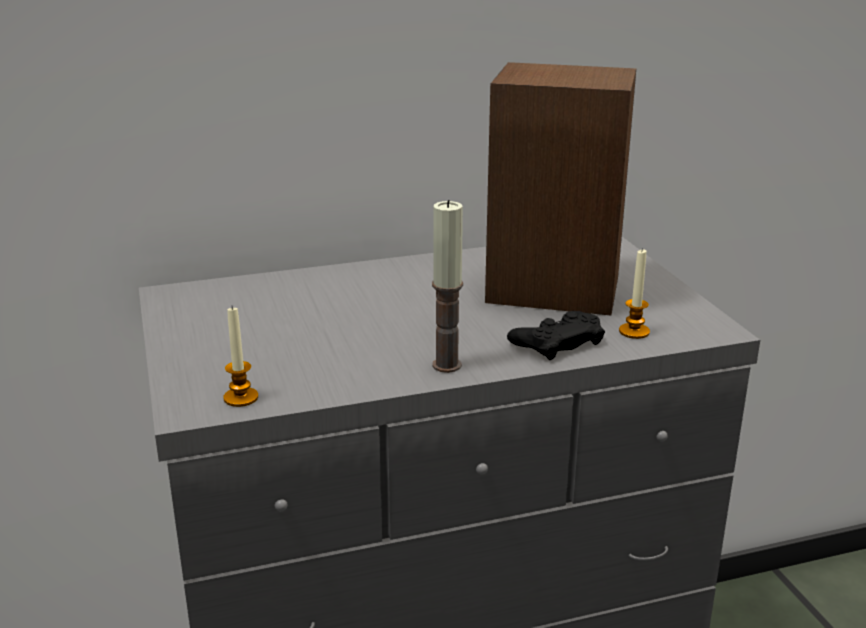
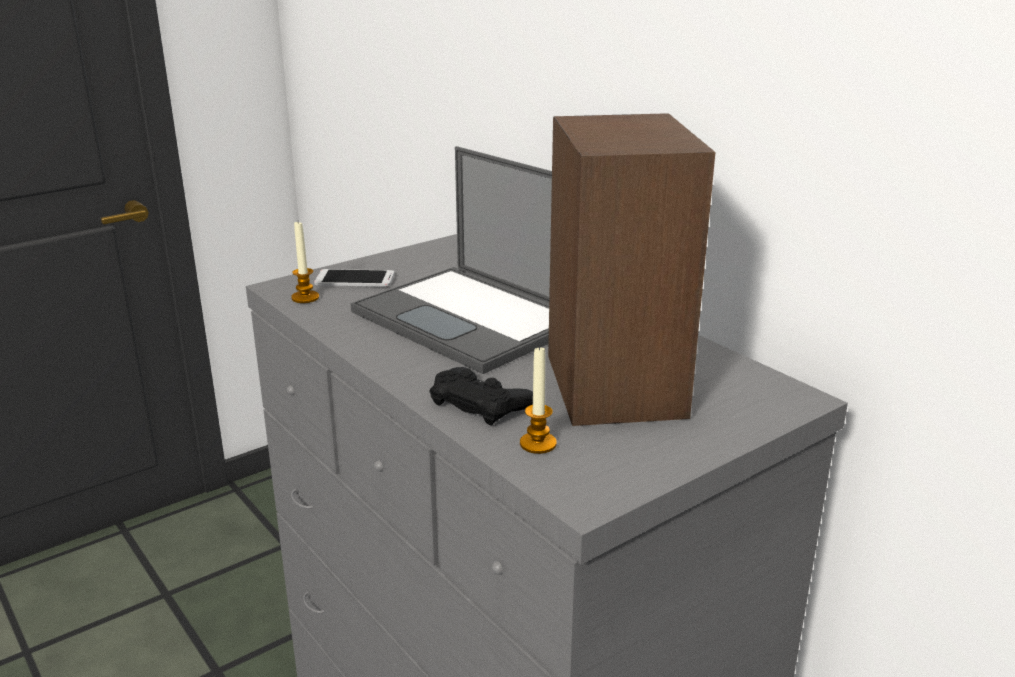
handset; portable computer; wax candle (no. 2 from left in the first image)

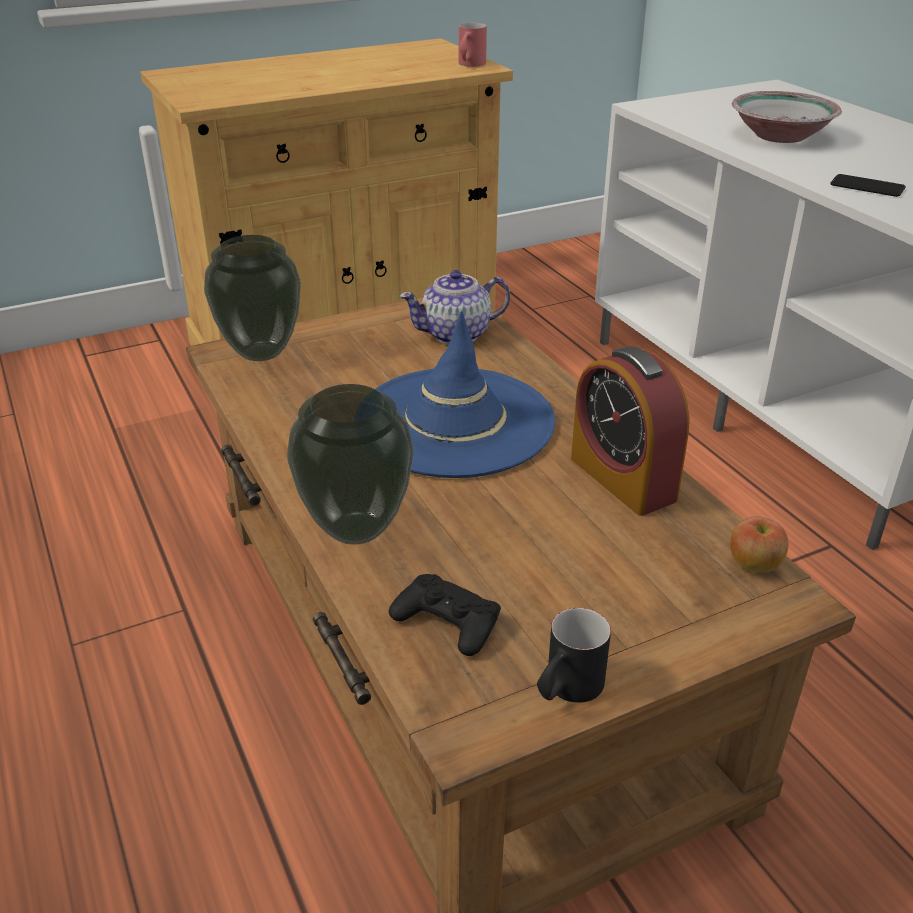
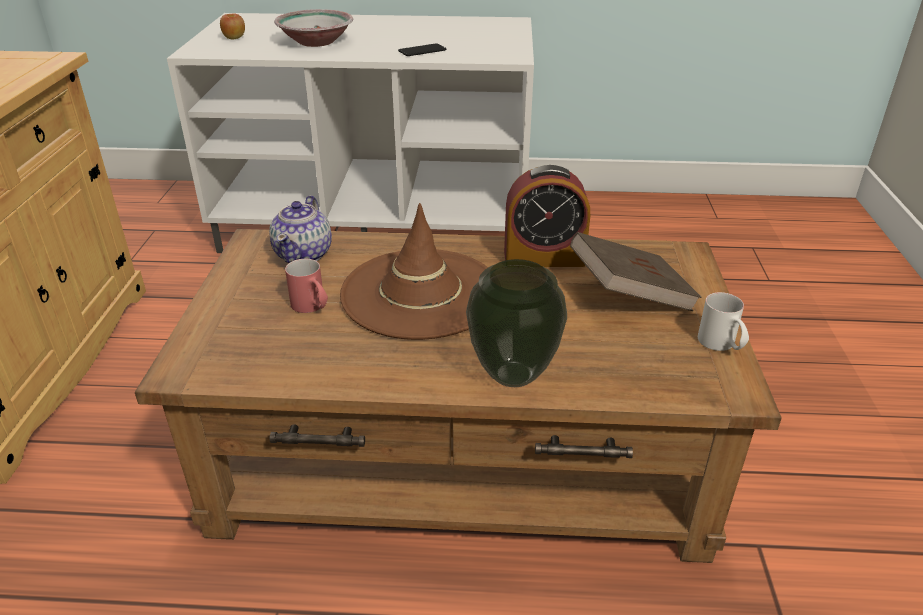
apple fruit; mug (red); hat (brownish); volume (brownish); mug (white-coloured); vase (no. 1 from left in the first image); gamepad (blackish)

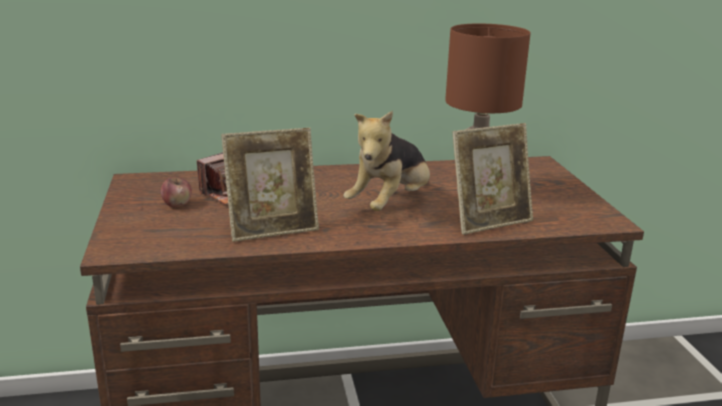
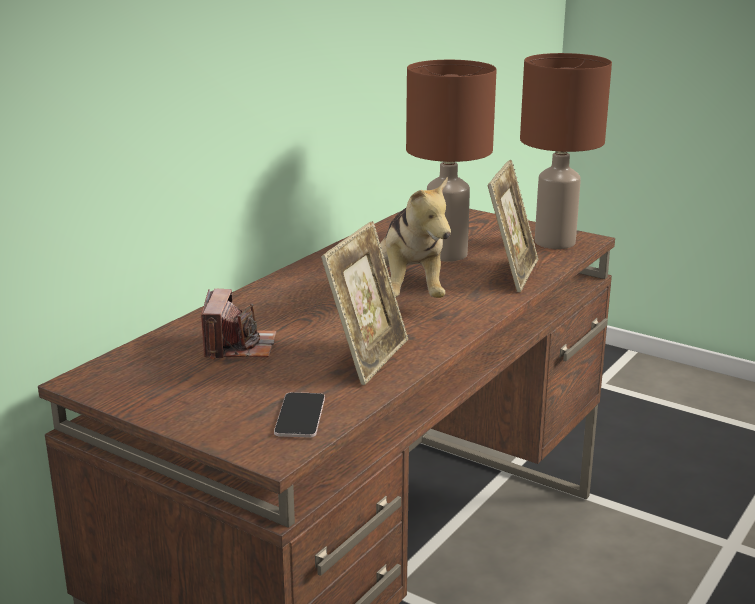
handset; tabletop lamp (brownish) (no. 2 from left); apple fruit

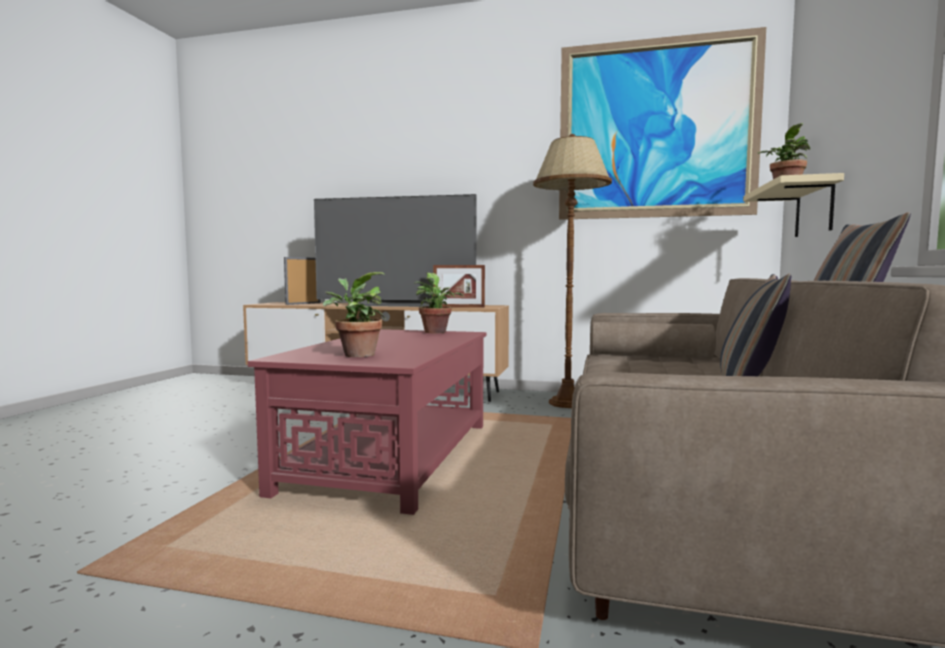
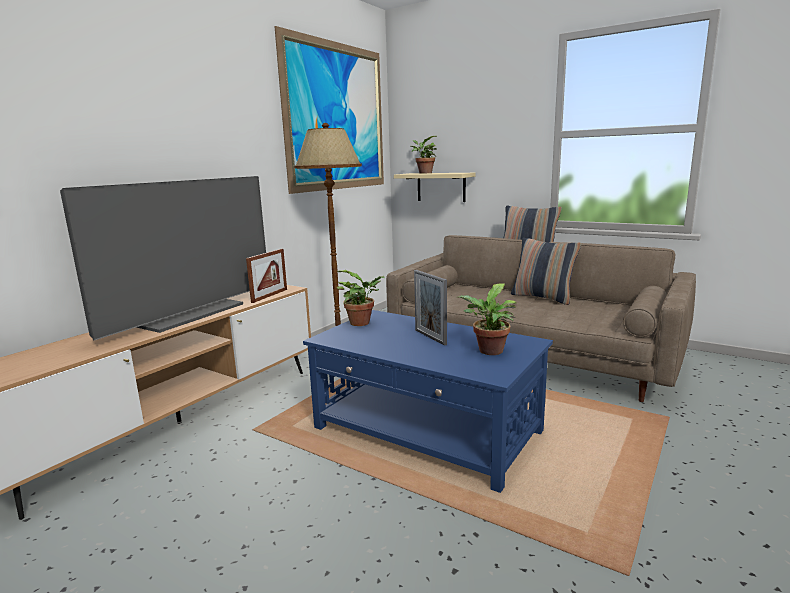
coffee table (blue); photo frame (no. 2 from left)

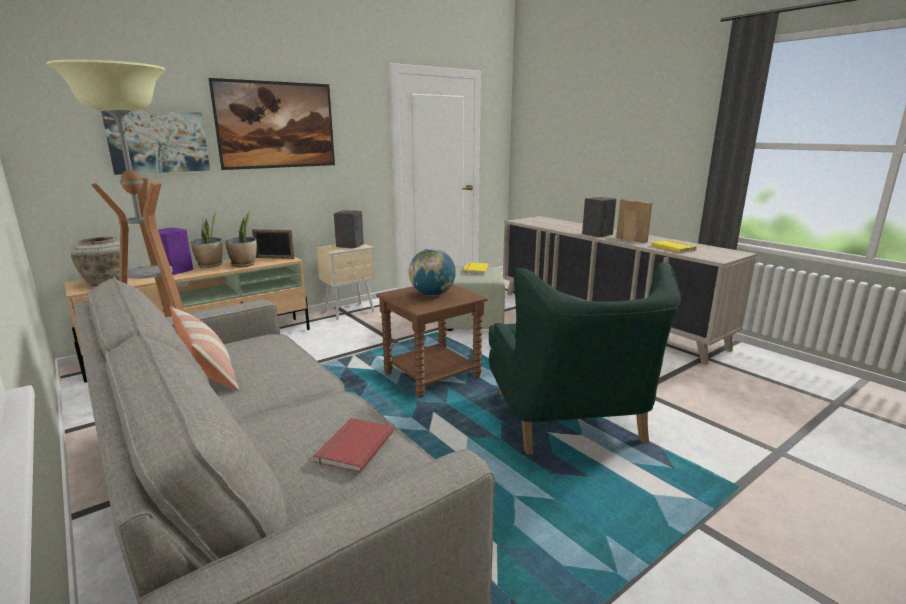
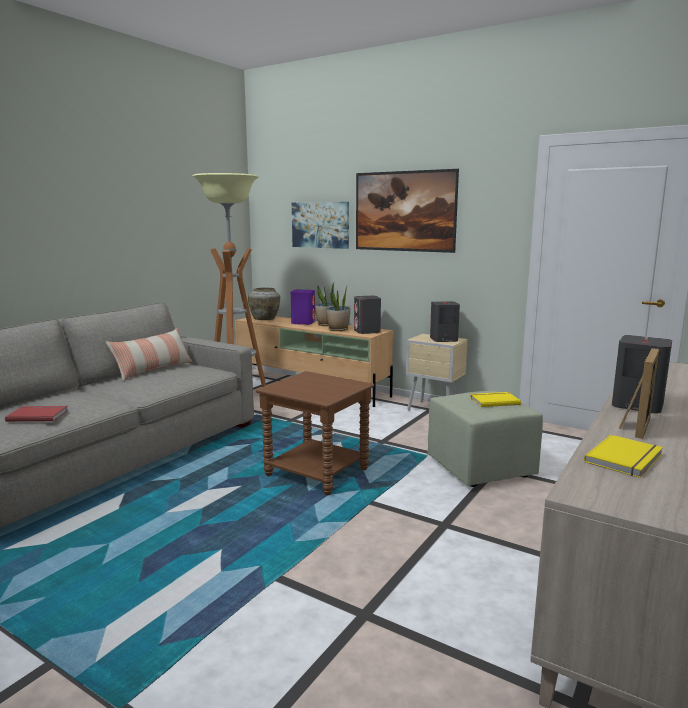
speaker (greyish) (no. 1 from left); desk globe; lounge chair (greenish)

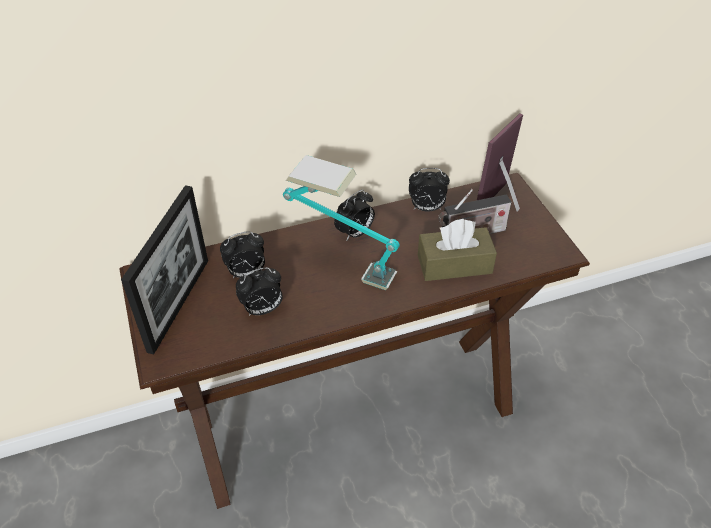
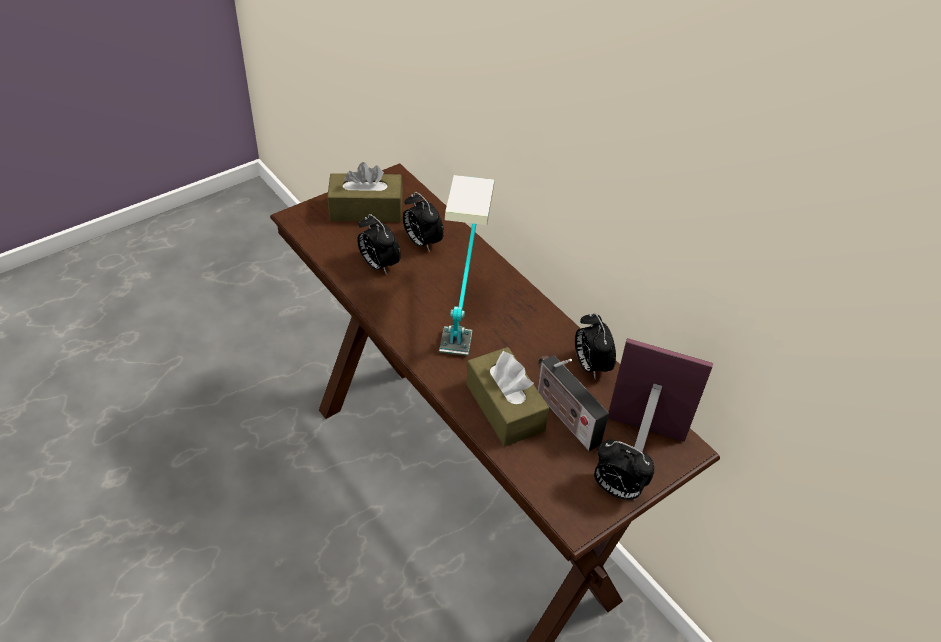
tissue holder (brownish) (no. 1 from left); table clock (no. 4 from left)

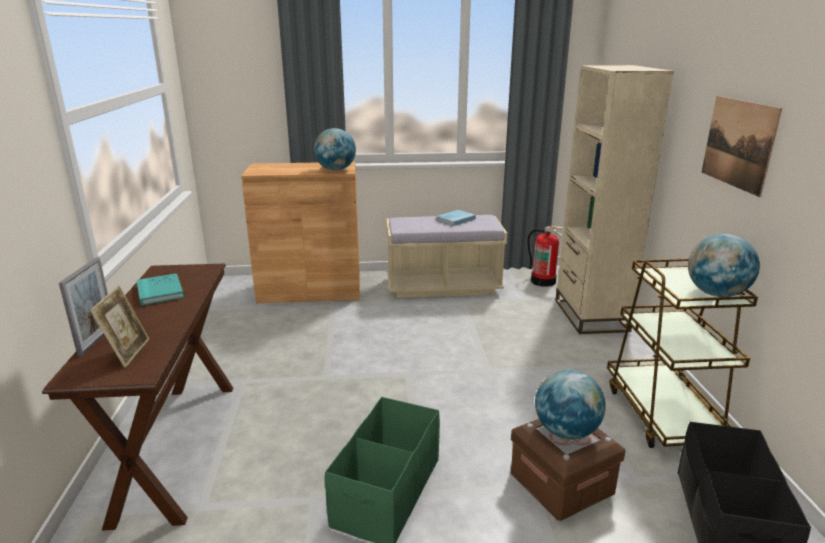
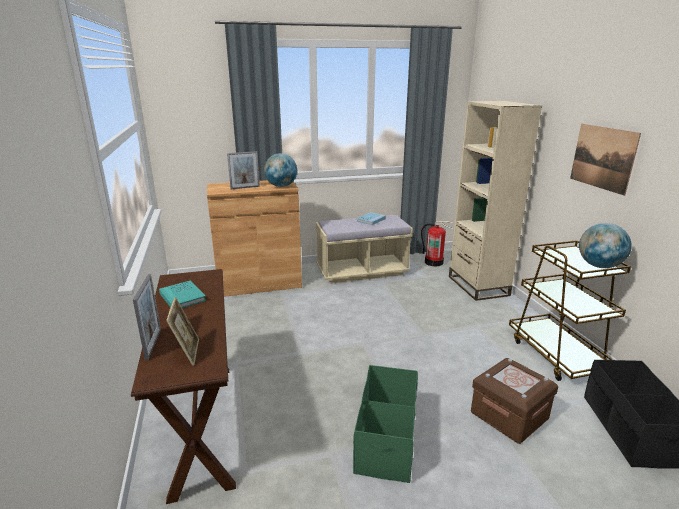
photo frame (no. 3 from left); desk globe (no. 2 from left in the first image)

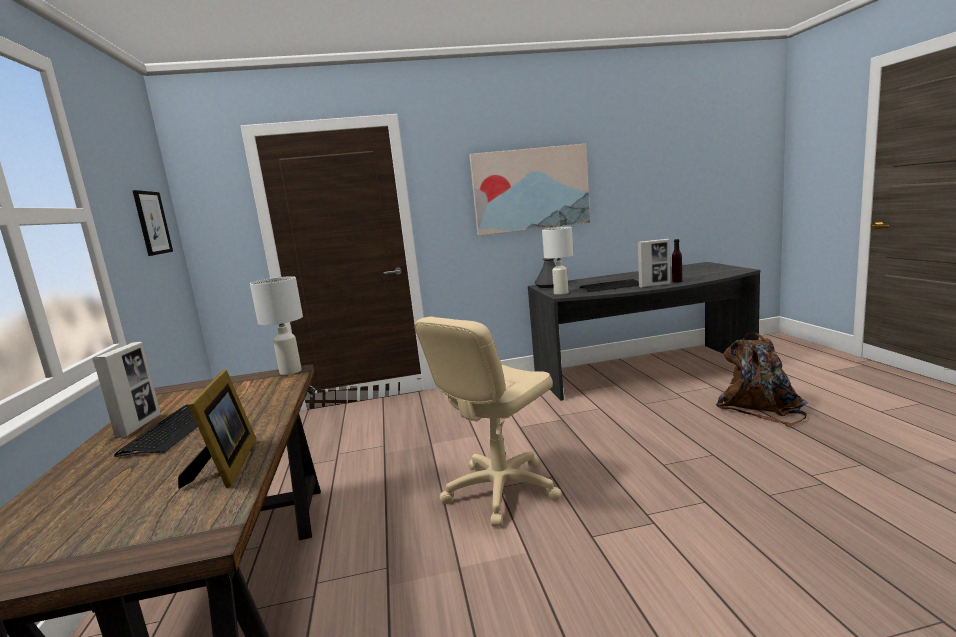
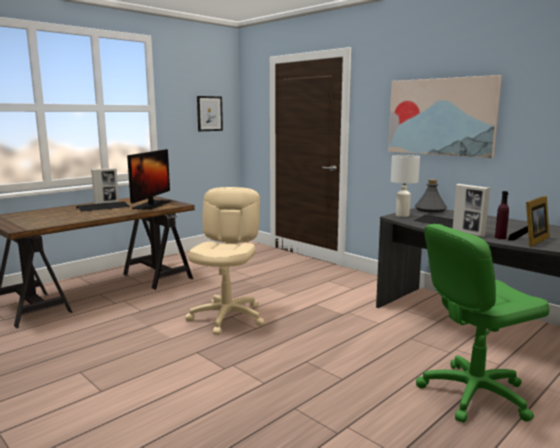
monitor; computer chair (beige-coloured); computer chair (greenish); photo frame (no. 3 from left); tabletop lamp (white-coloured) (no. 1 from left in the first image)

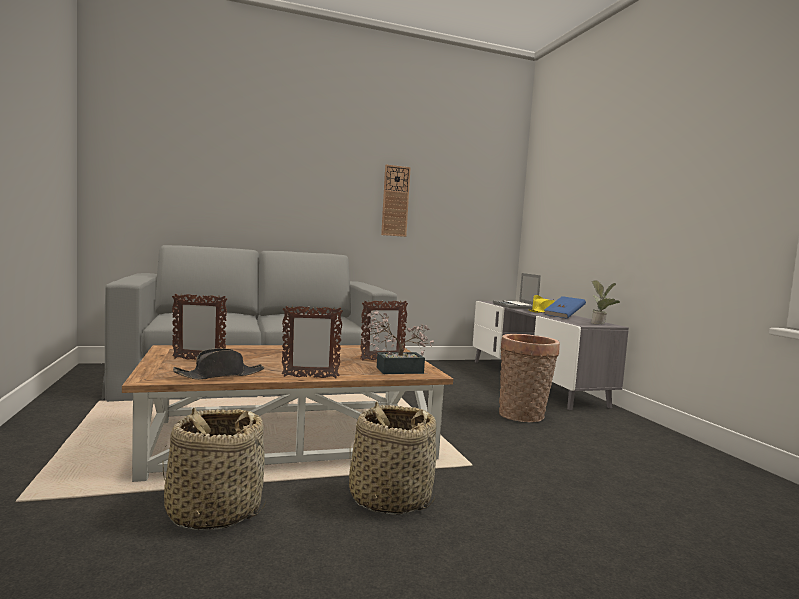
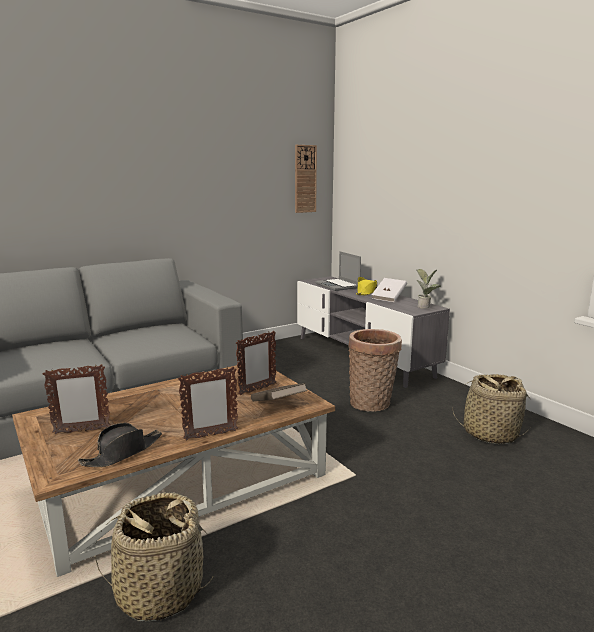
volume (brownish); wall clock; volume (white-coloured); storage basket (no. 3 from left)

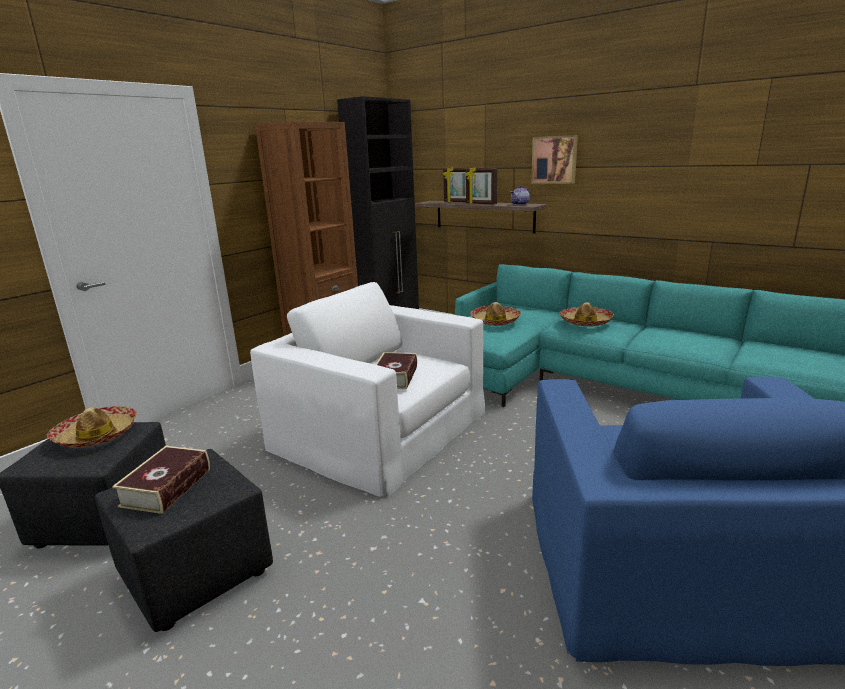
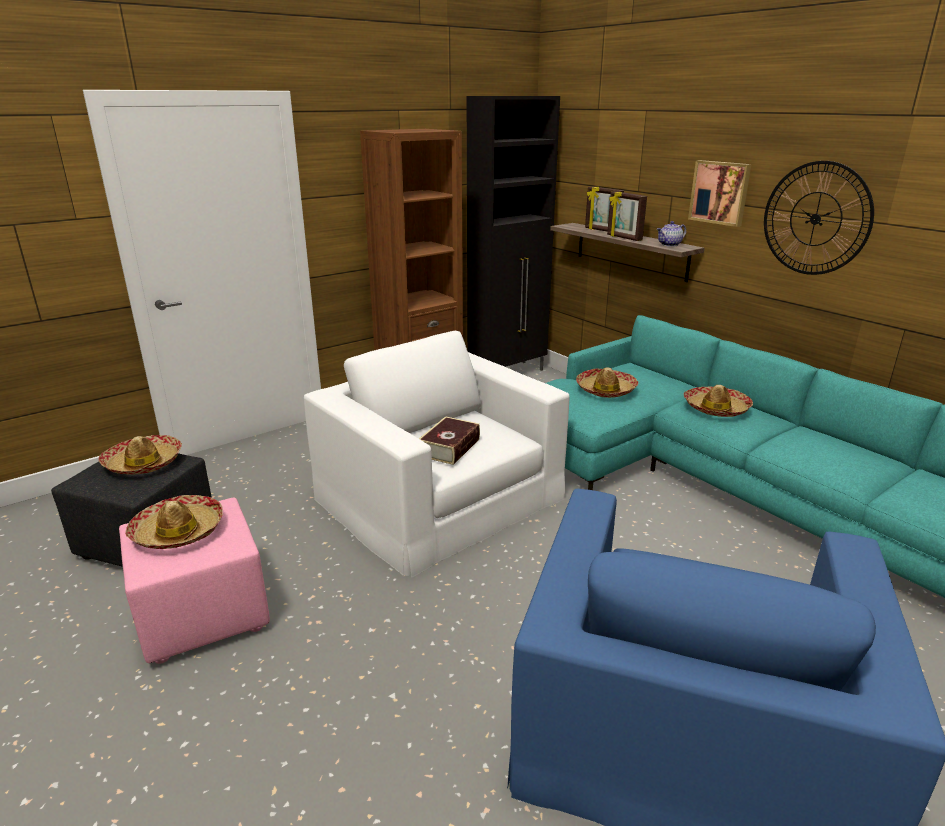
footrest (pink-coloured); hat (no. 2 from left); wall clock

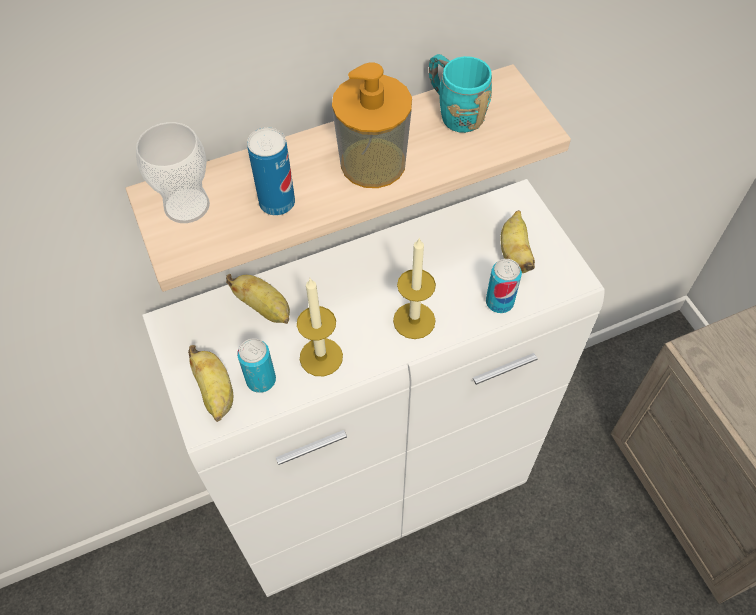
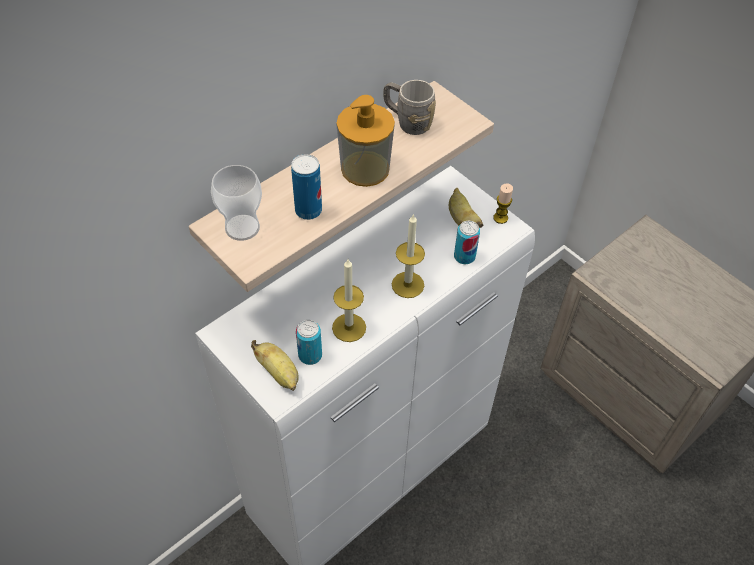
mug (greyish); wax candle (no. 3 from left); banana (no. 2 from left in the first image)

